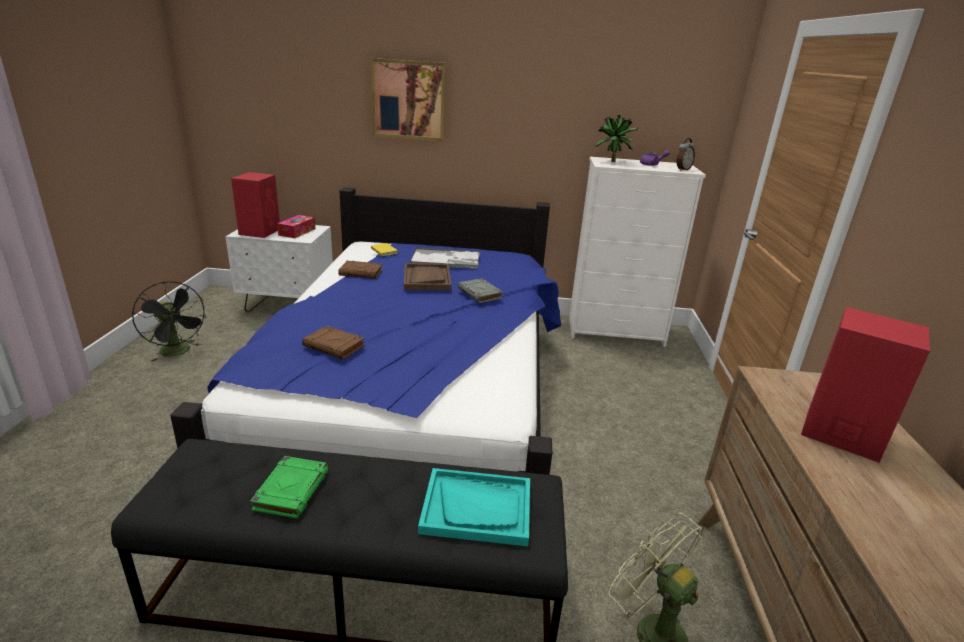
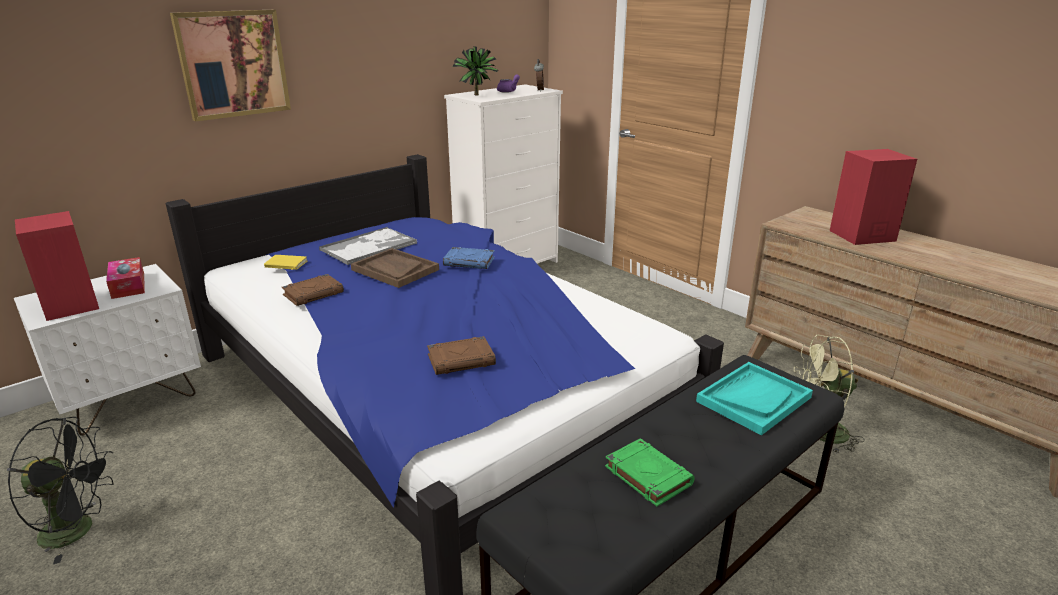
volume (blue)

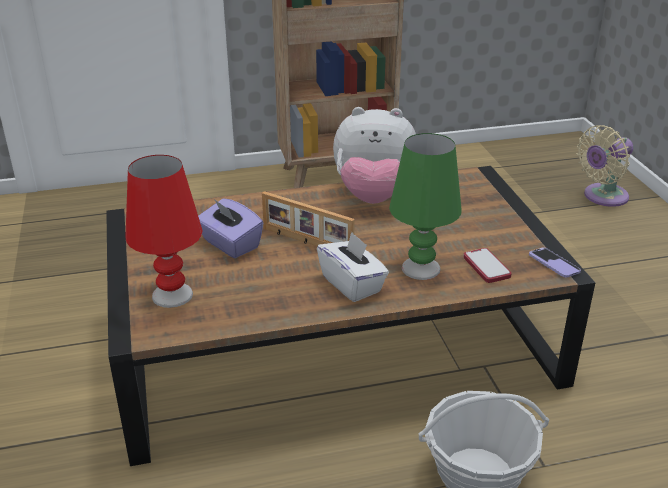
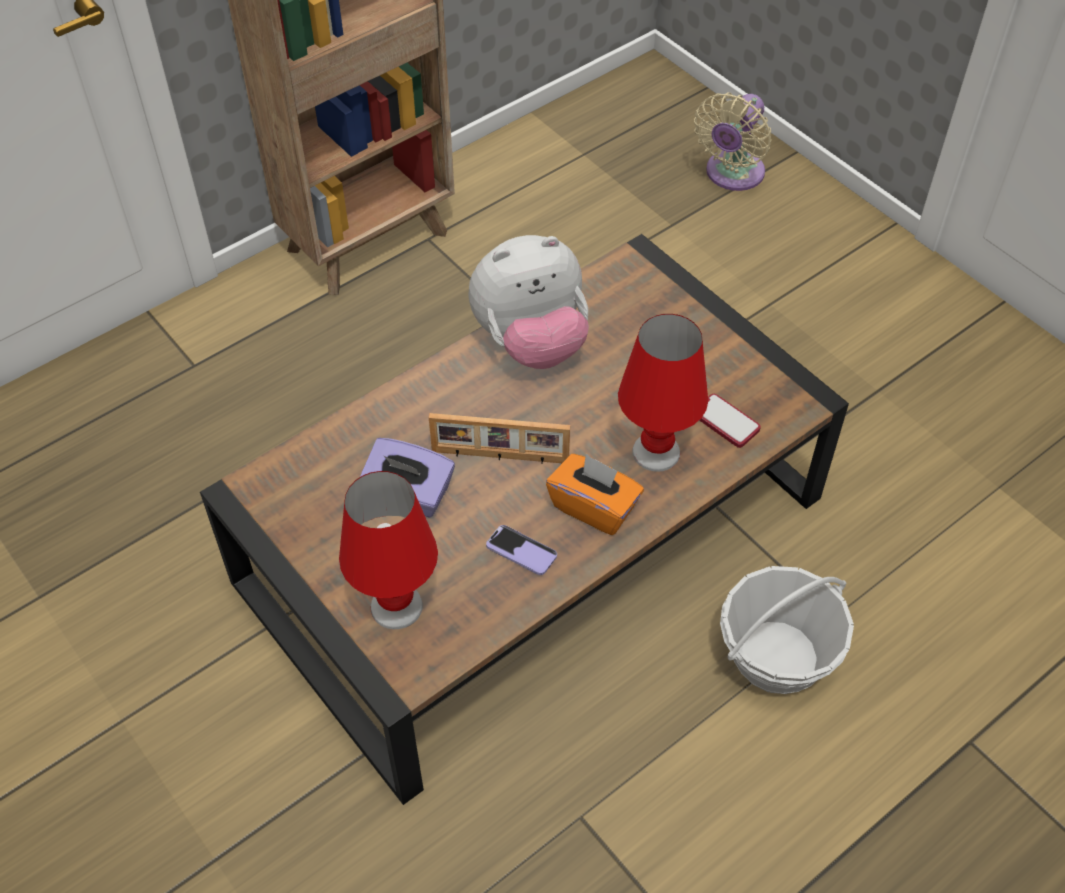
handset (no. 1 from left); tissue holder (orange); tabletop lamp (red) (no. 2 from left)

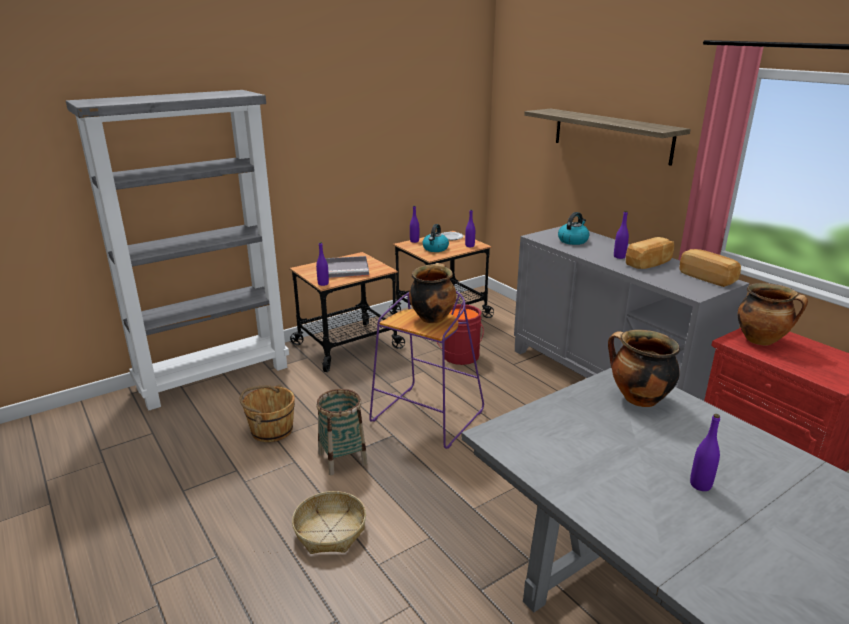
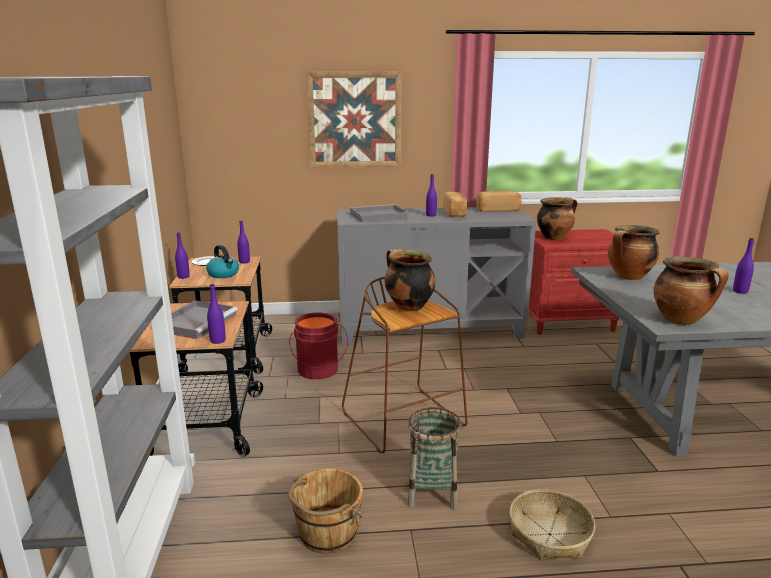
wall picture; sitting stool (brownish); carrying tray (greyish) (no. 2 from left); cooking pot (no. 4 from left)

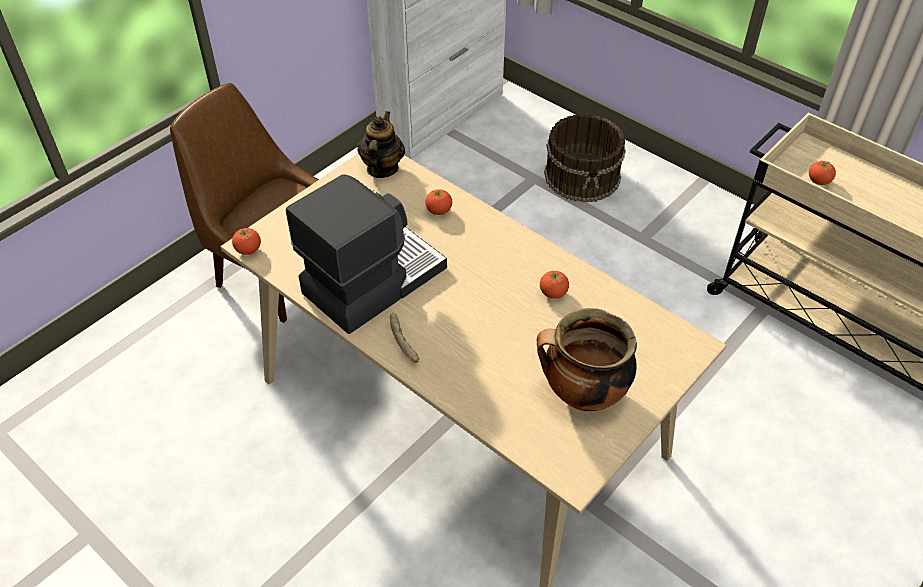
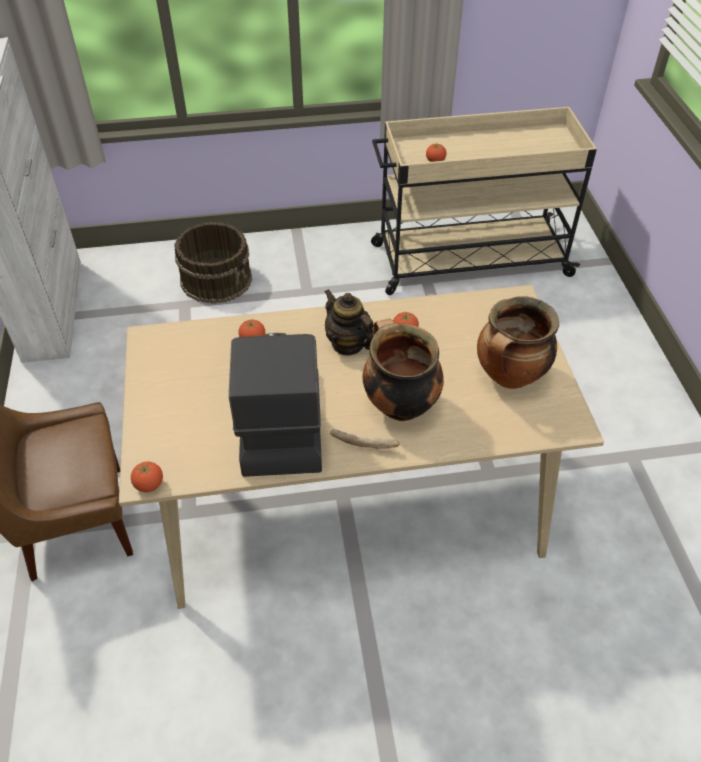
tea pot; cooking pot (no. 1 from left)

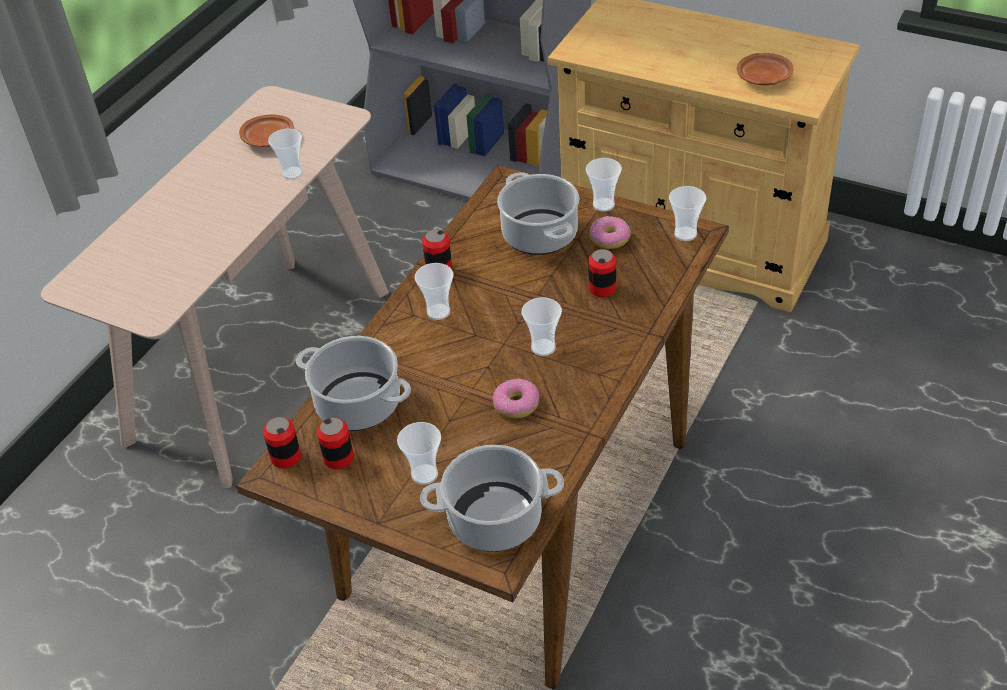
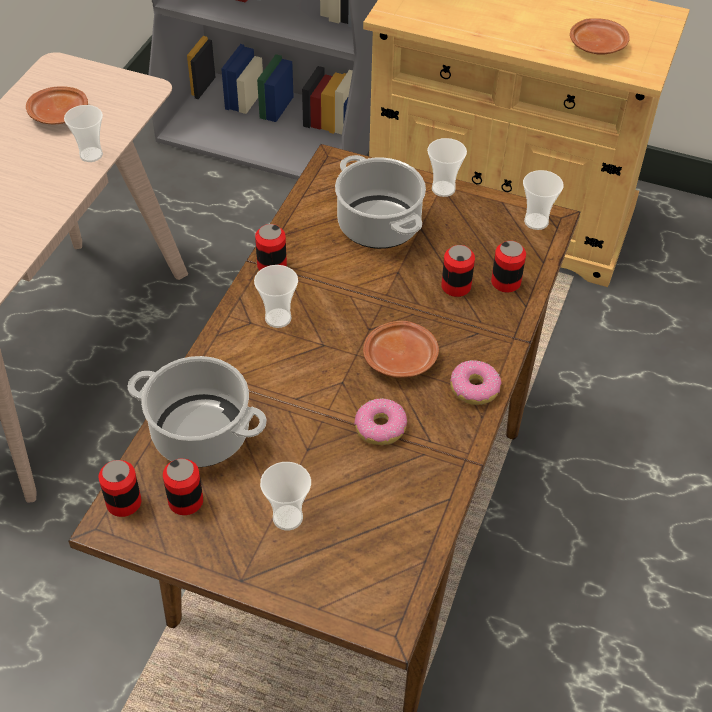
dinner plate (brownish) (no. 2 from left); donut (no. 2 from left); sealed can (no. 5 from left); cooking pot (no. 2 from left in the first image)

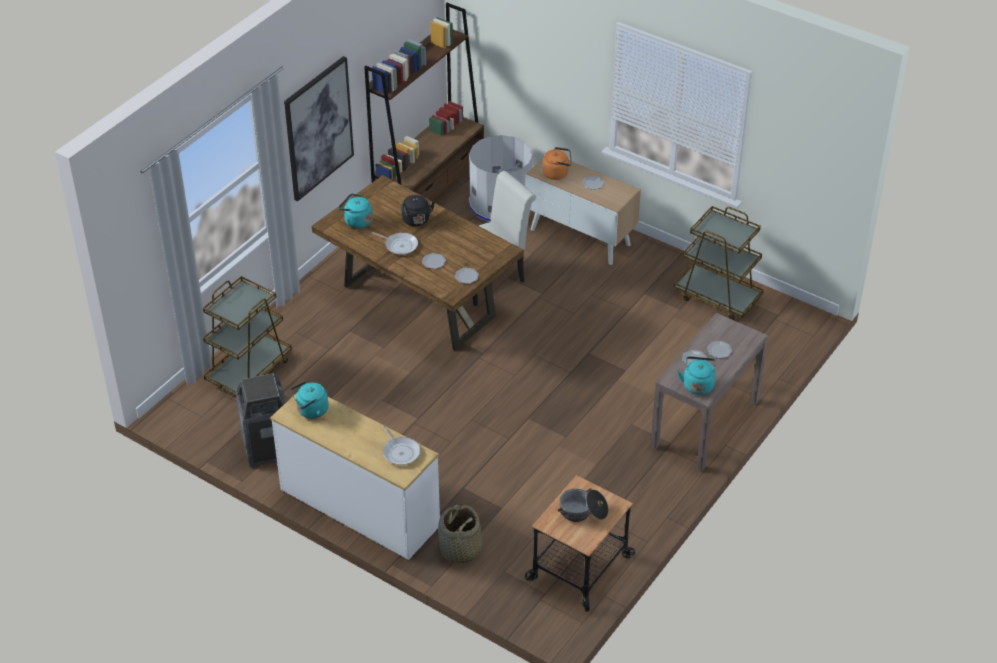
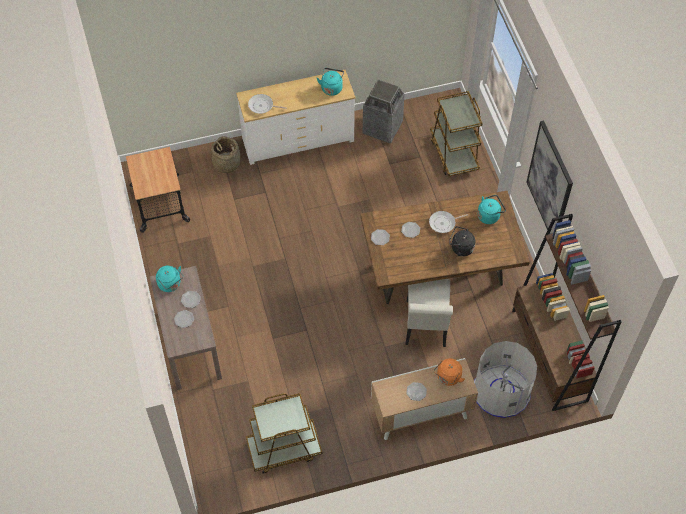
cooking pot

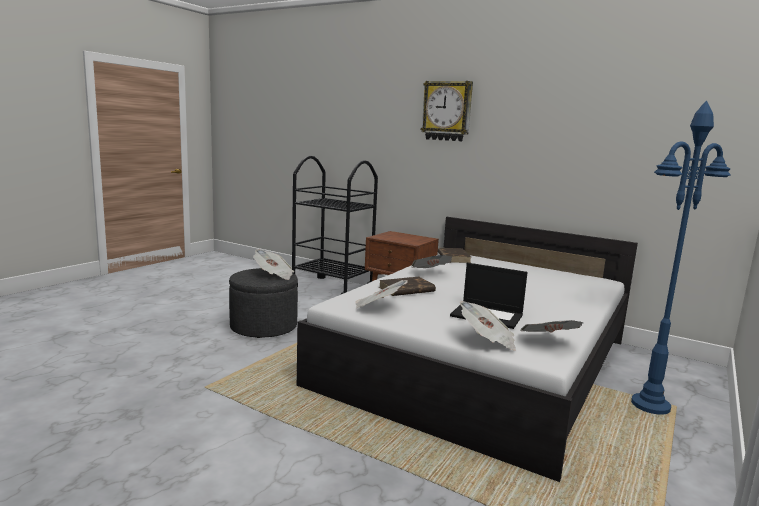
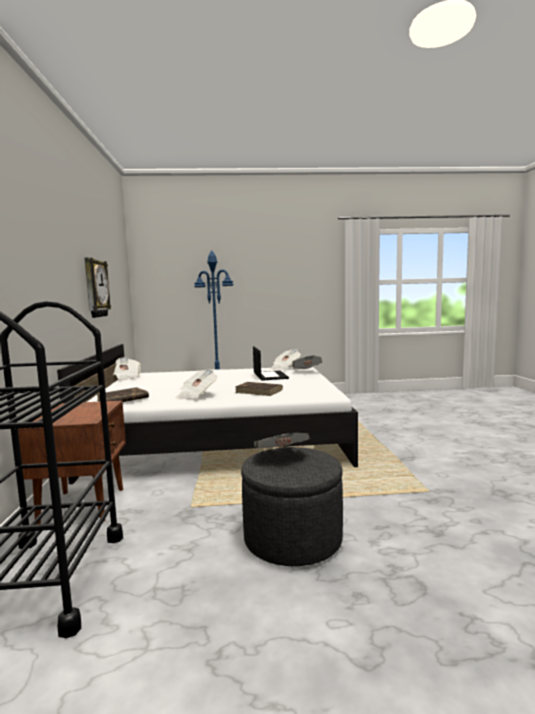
wall clock; printed paper (no. 1 from left)

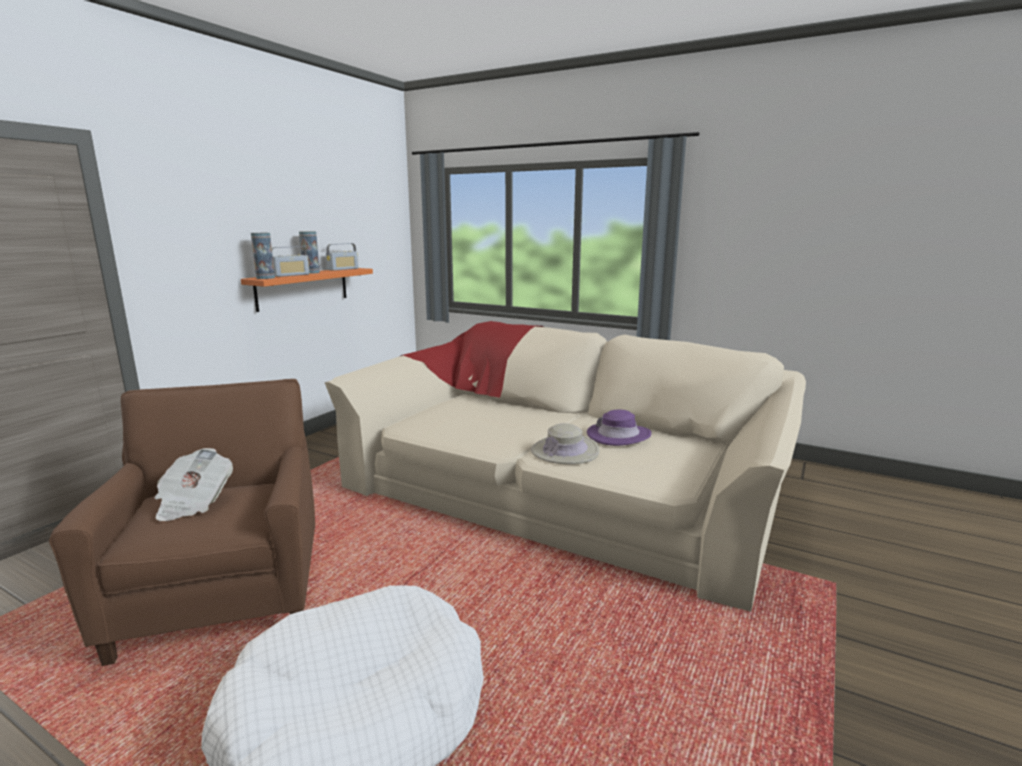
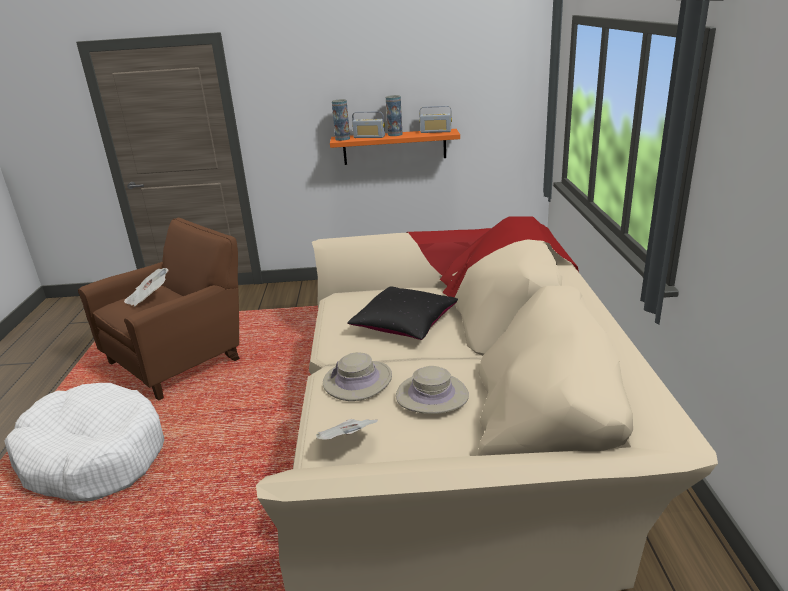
printed paper (no. 2 from left); cushion (blackish); hat (beige-coloured) (no. 2 from left)

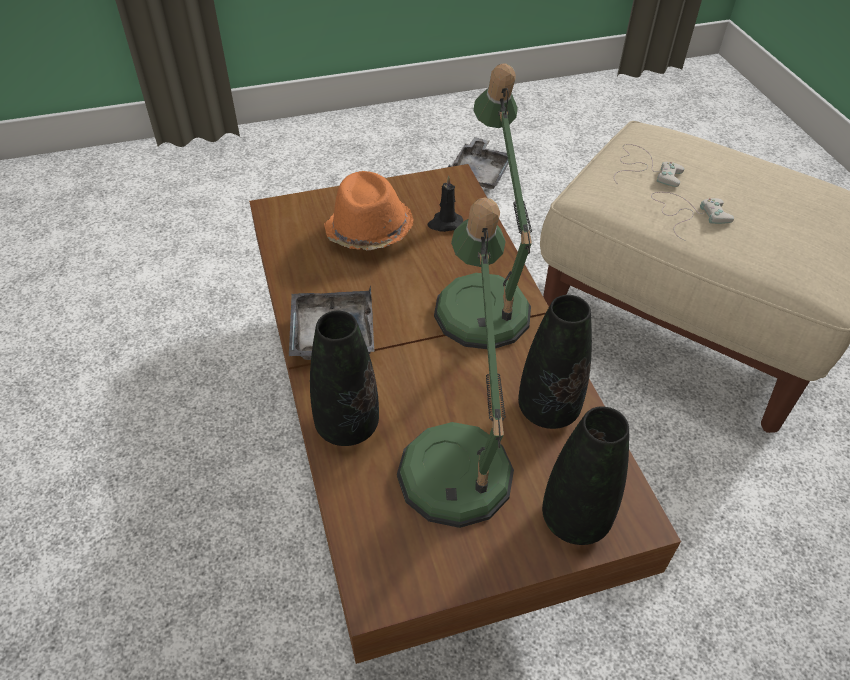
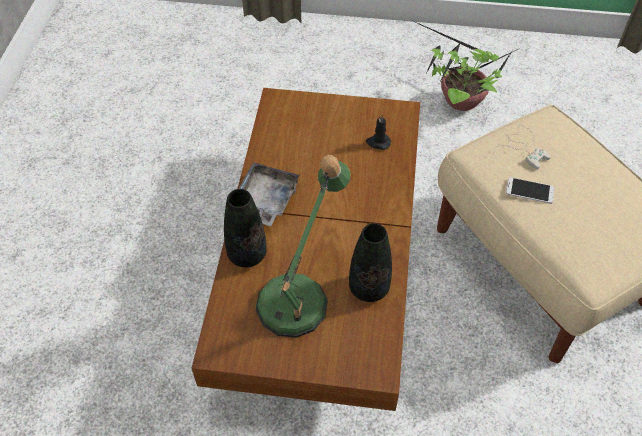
potted plant; handset; hat (orange); tabletop lamp (no. 2 from left in the first image); vase (blackish) (no. 3 from left in the first image)

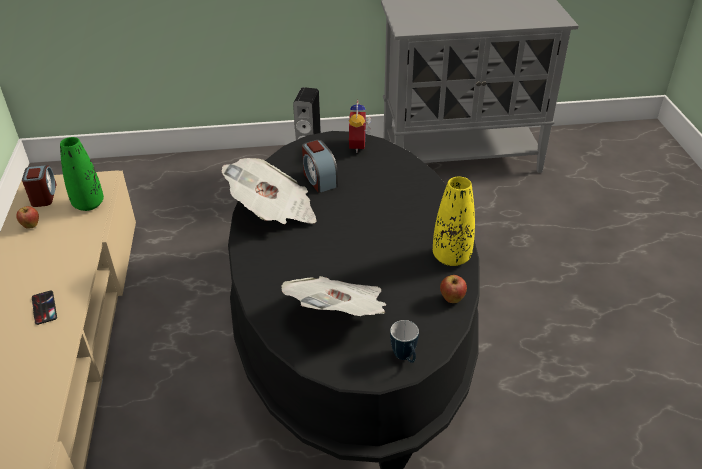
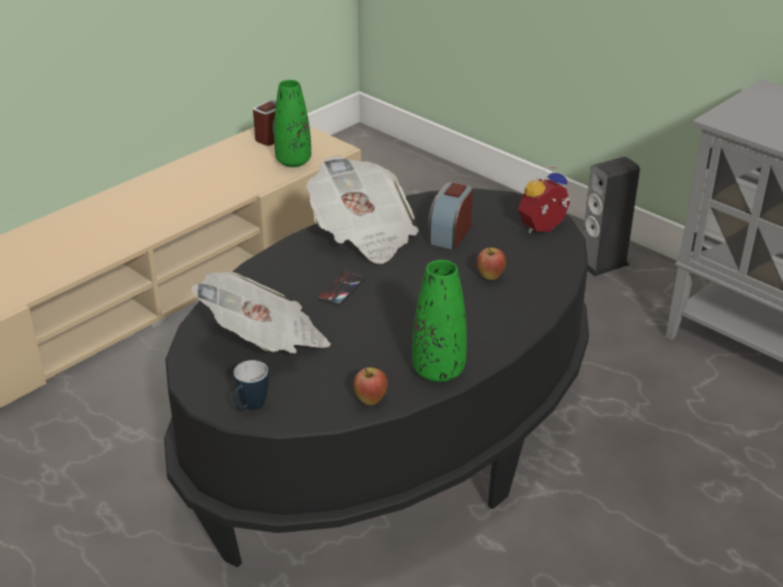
handset; vase (greenish) (no. 2 from left); apple fruit (no. 2 from left)

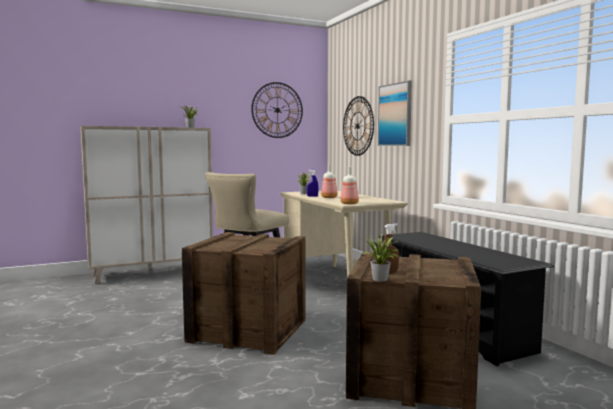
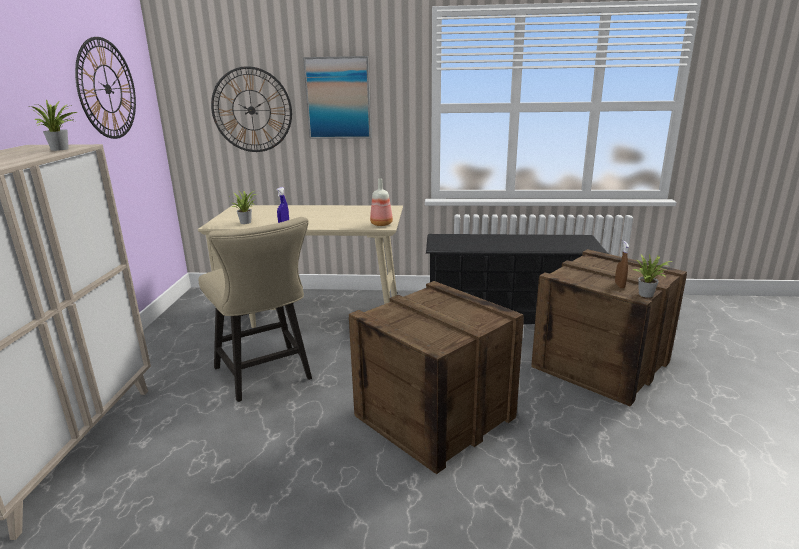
beverage bottle (no. 1 from left in the first image)

